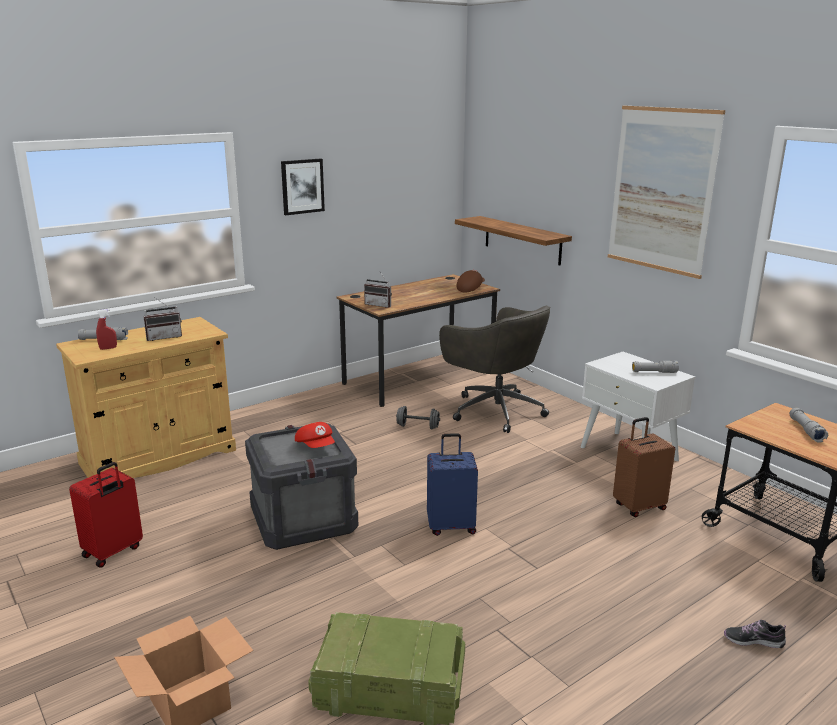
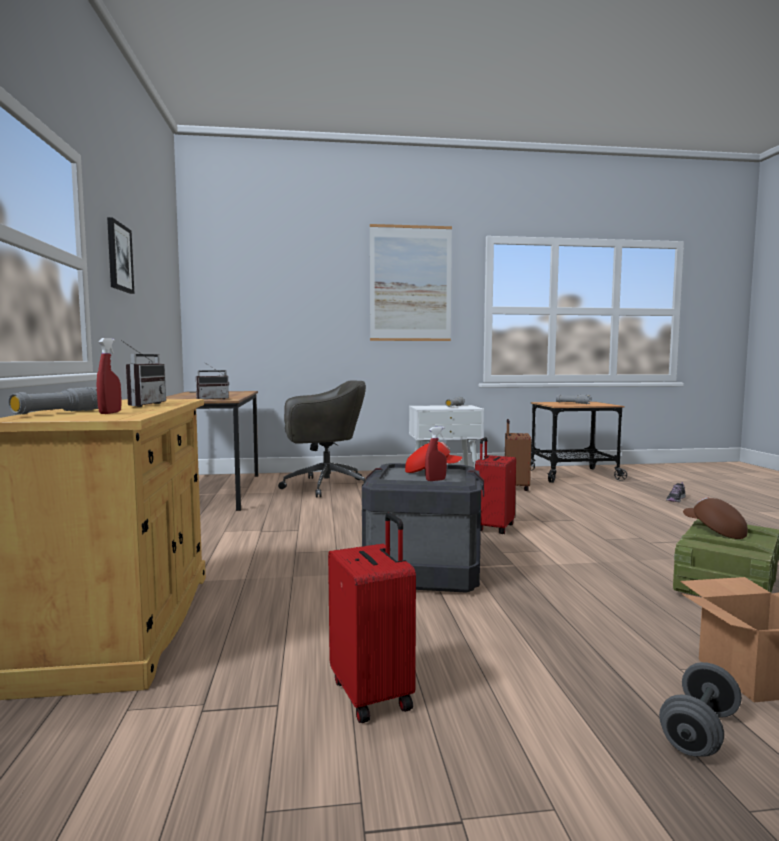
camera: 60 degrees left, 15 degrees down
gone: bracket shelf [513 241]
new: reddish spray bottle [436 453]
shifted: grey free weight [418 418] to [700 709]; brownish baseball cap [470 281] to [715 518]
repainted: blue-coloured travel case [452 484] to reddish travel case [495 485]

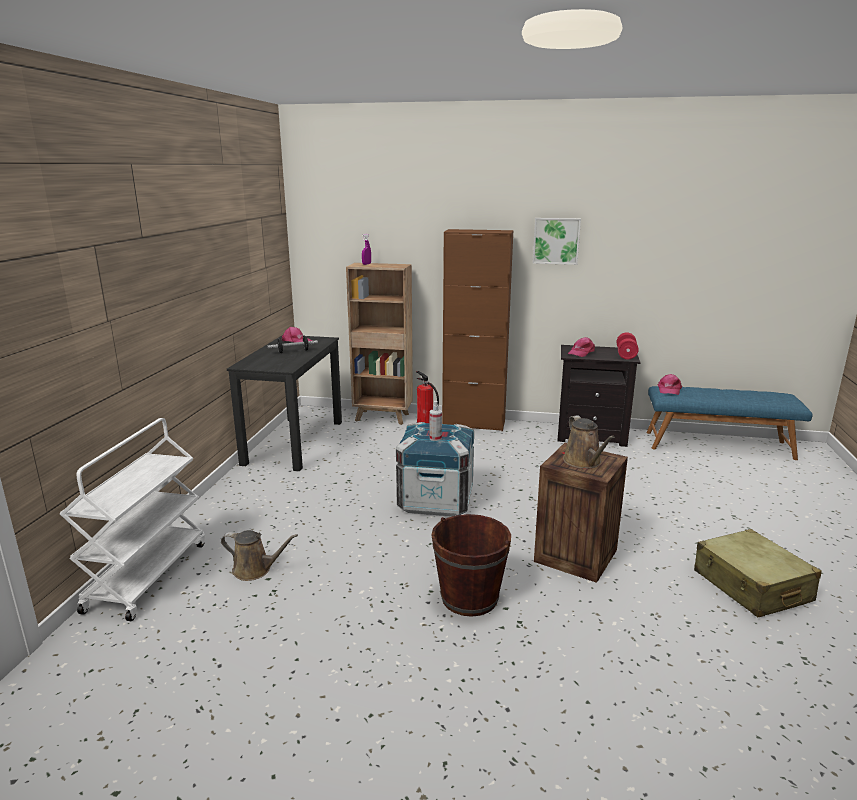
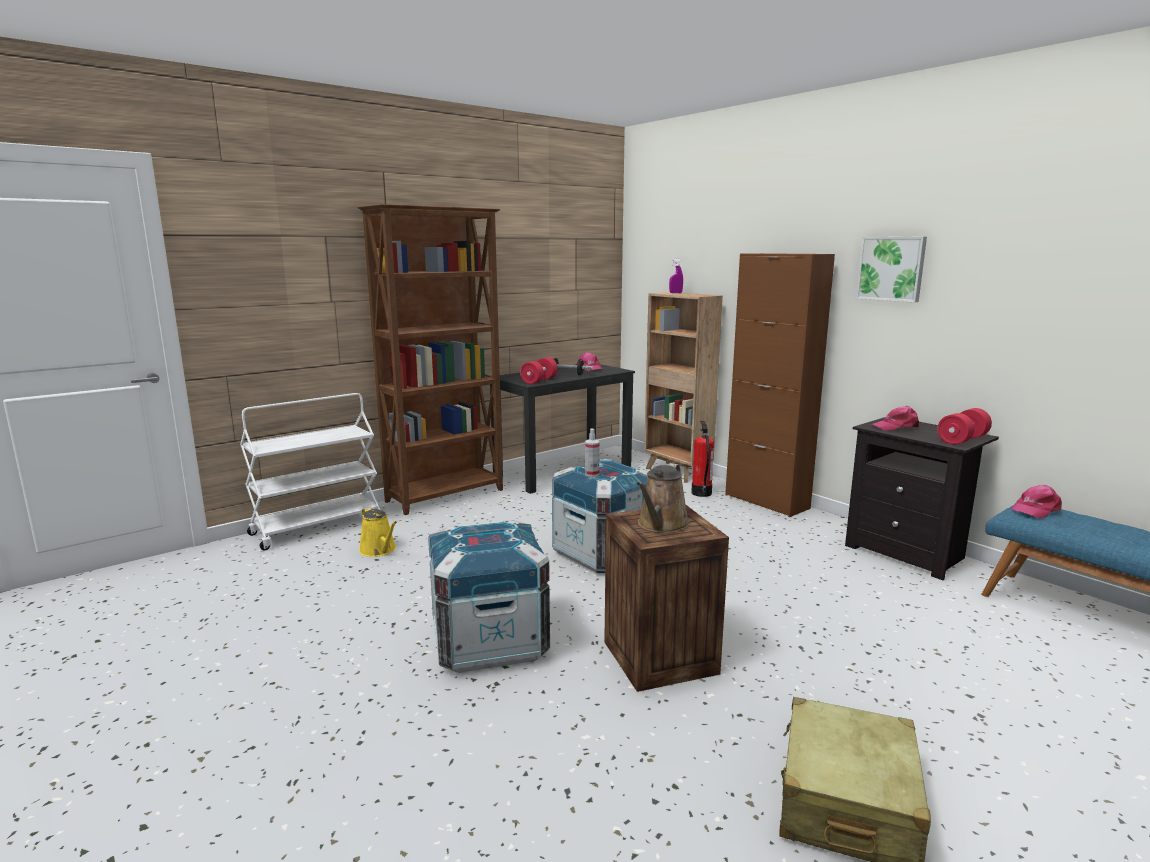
camera: 40 degrees right, 5 degrees down
new: brownish bookcase [430 359]; reddish free weight [539 370]
swapped: brownish pail [471 565] to shipping crate [489 596]
repainted: brownish watering can [259 555] to yellowish watering can [378 532]

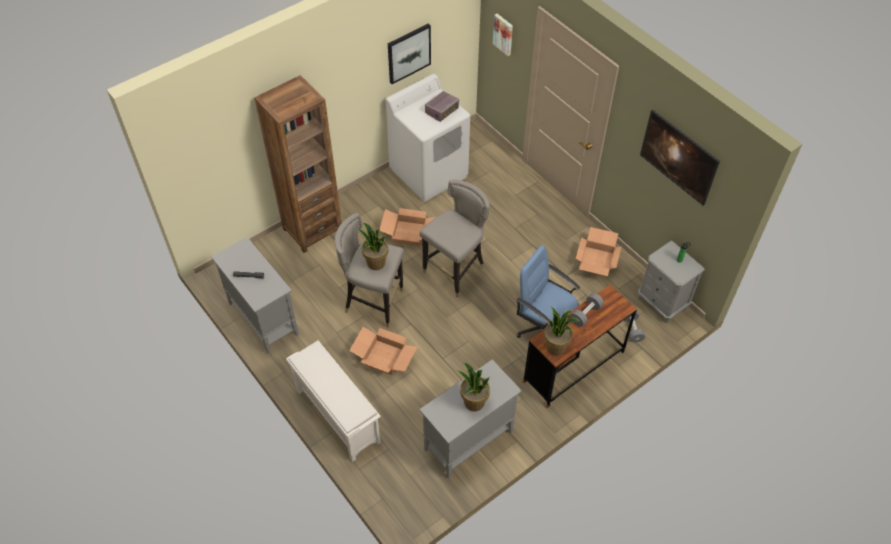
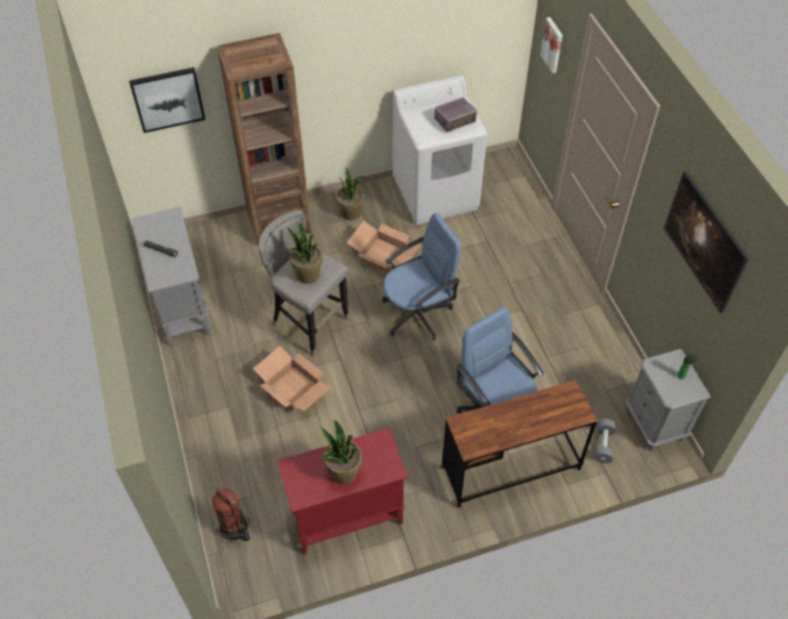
camera: 20 degrees right, 0 degrees up
gone: white-coloured shoe rack [333 401]; grey free weight [587 310]; carton [598 251]
new: fire-fighting cylinder [231 515]
shifted: wall art [409 54] to [167 100]; houseplant [562 331] to [350 193]
swapped: grey stool [454 238] to blue-coloured computer chair [421 277]
repainted: grey storage cabinet [470 419] to reddish storage cabinet [342 491]

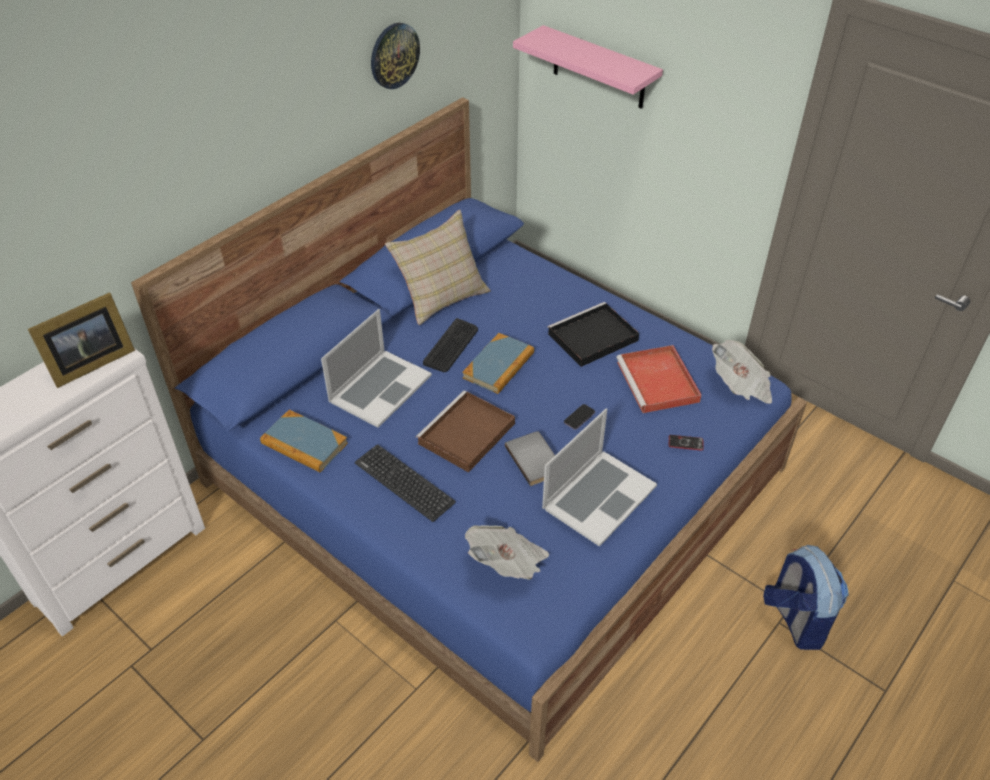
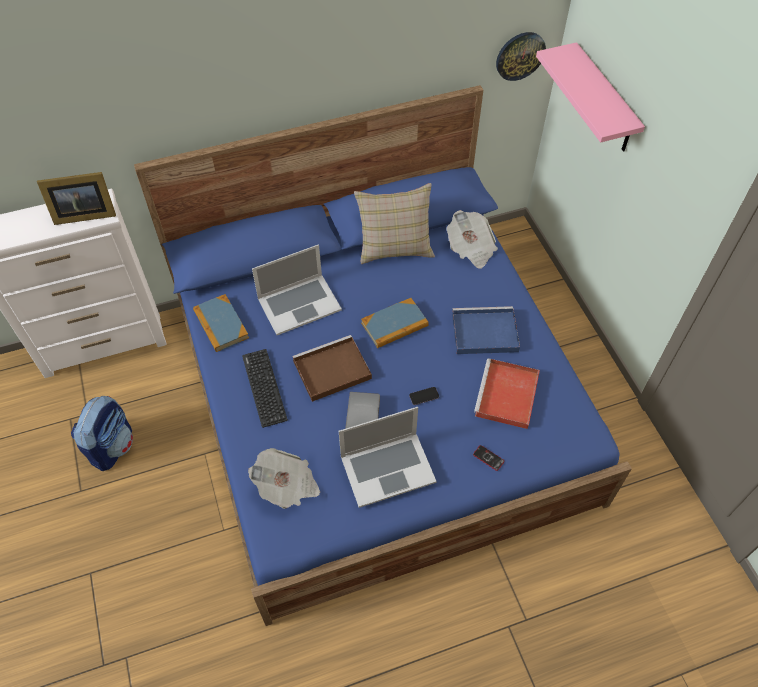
camera: 30 degrees right, 10 degrees up
gone: keyboard [450 345]
shifted: rucksack [806 597] to [102 433]; printed paper [742 372] to [472 239]; hanging clock [395 56] to [521 56]
repainted: black serving tray [593 334] to blue-coloured serving tray [486 330]

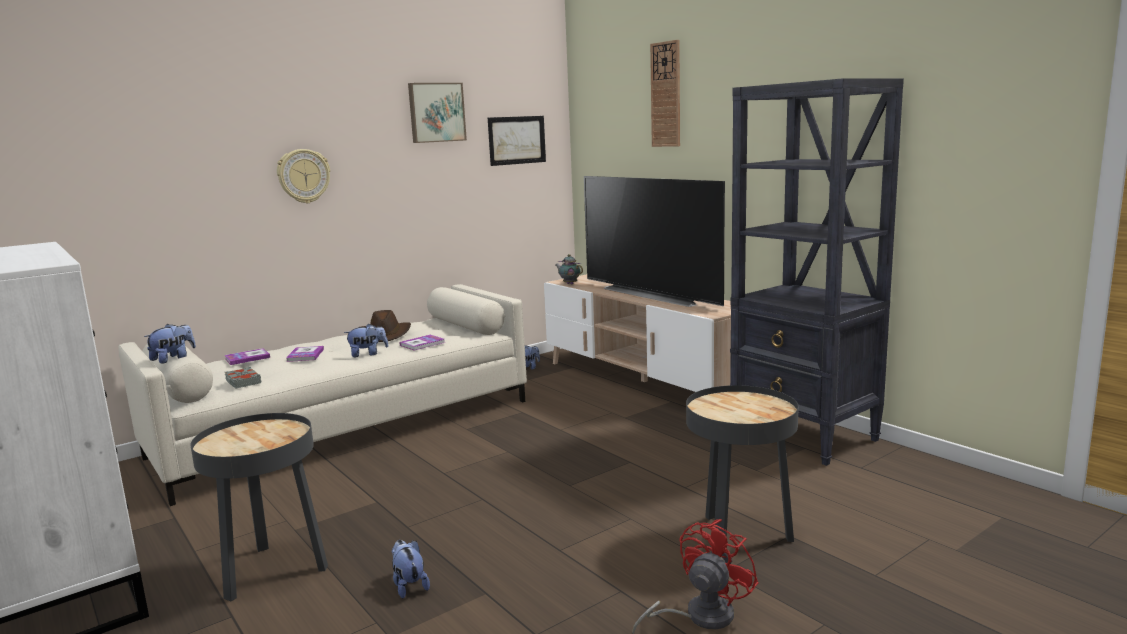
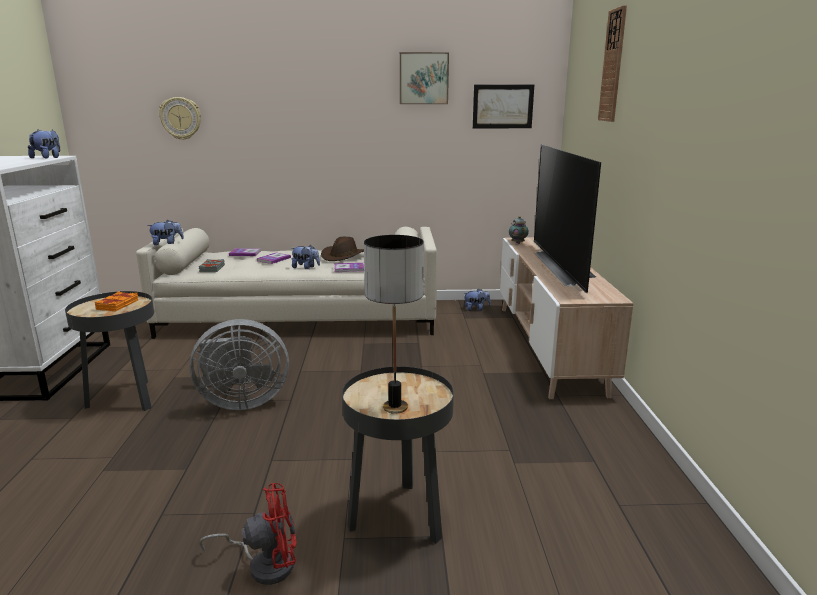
camera: 35 degrees right, 5 degrees up
gone: black bookcase [817 272]
new: orangey bound book [116 301]; grey fan [239 364]; table lamp [394 324]
shifted: soft toy [410 569] to [44 144]; hanging clock [303 176] to [180 118]

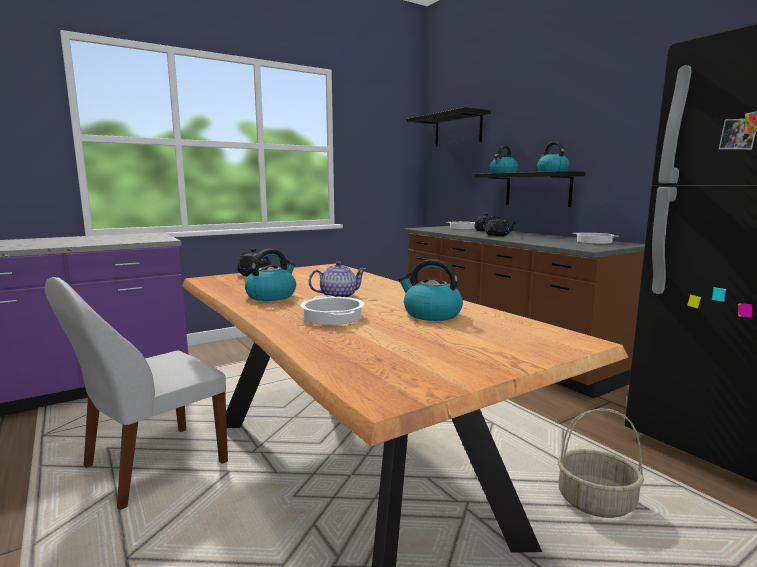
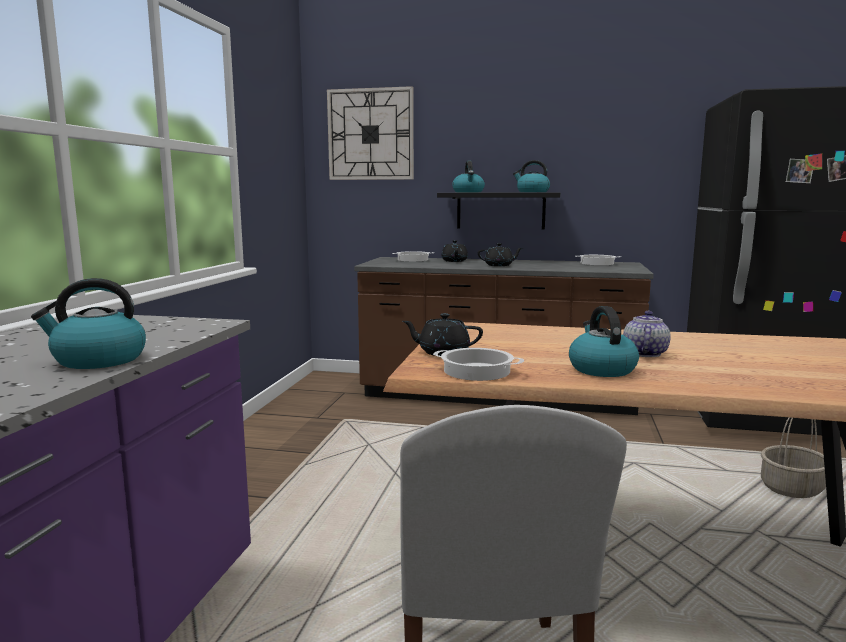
camera: 45 degrees left, 0 degrees up
shifted: water kettle [430 290] to [88 323]; cooking pot [332 310] to [478 364]
swapped: black bracket shelf [449 127] to hanging clock [370 133]

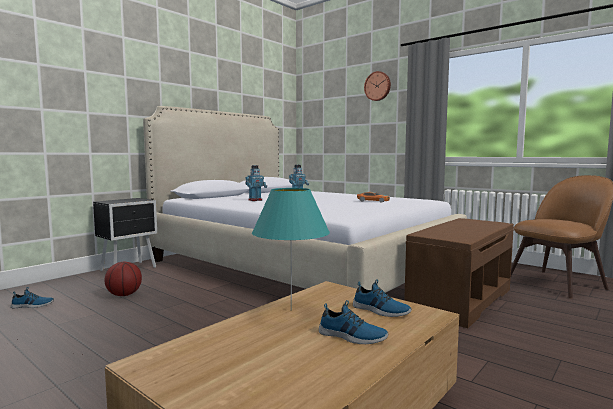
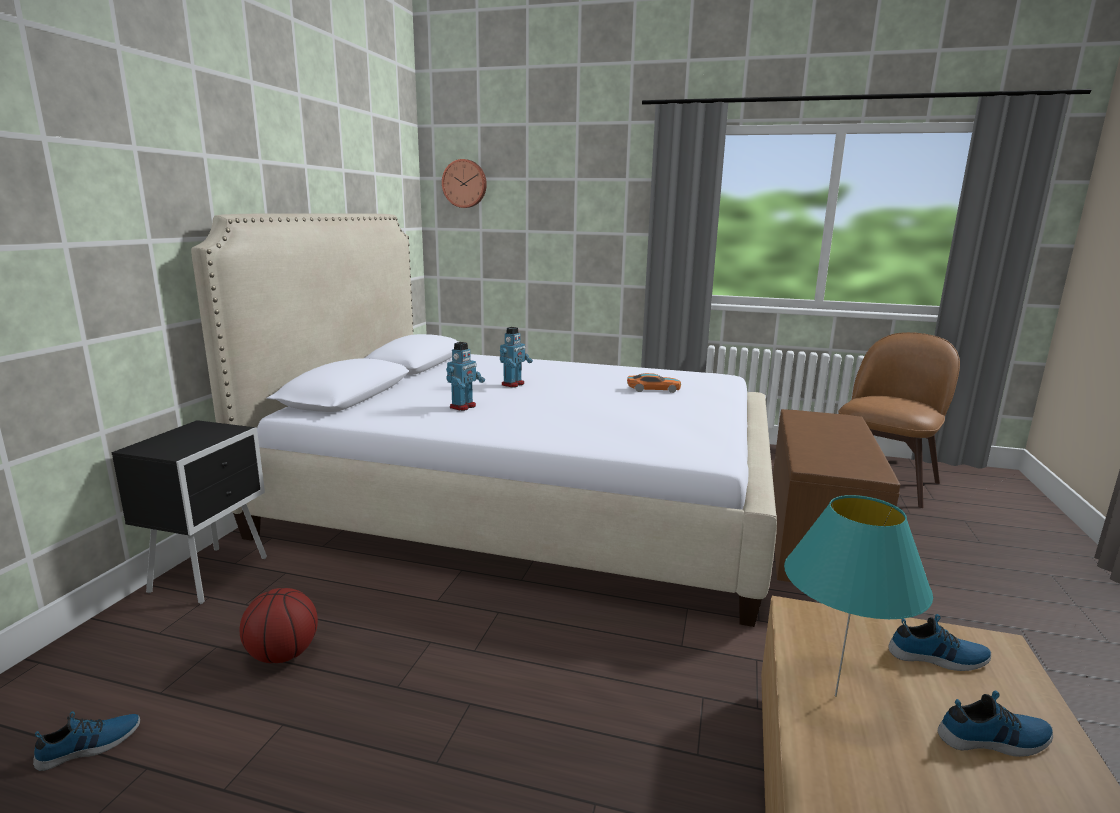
camera: 25 degrees left, 10 degrees up
shifted: hanging clock [377 86] to [464 183]

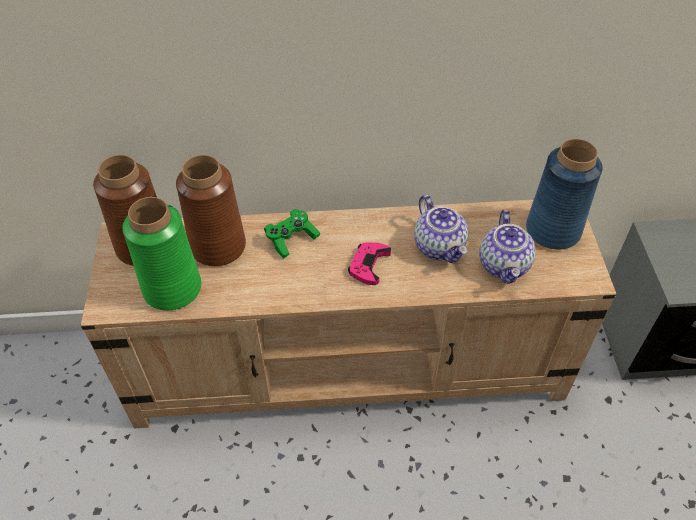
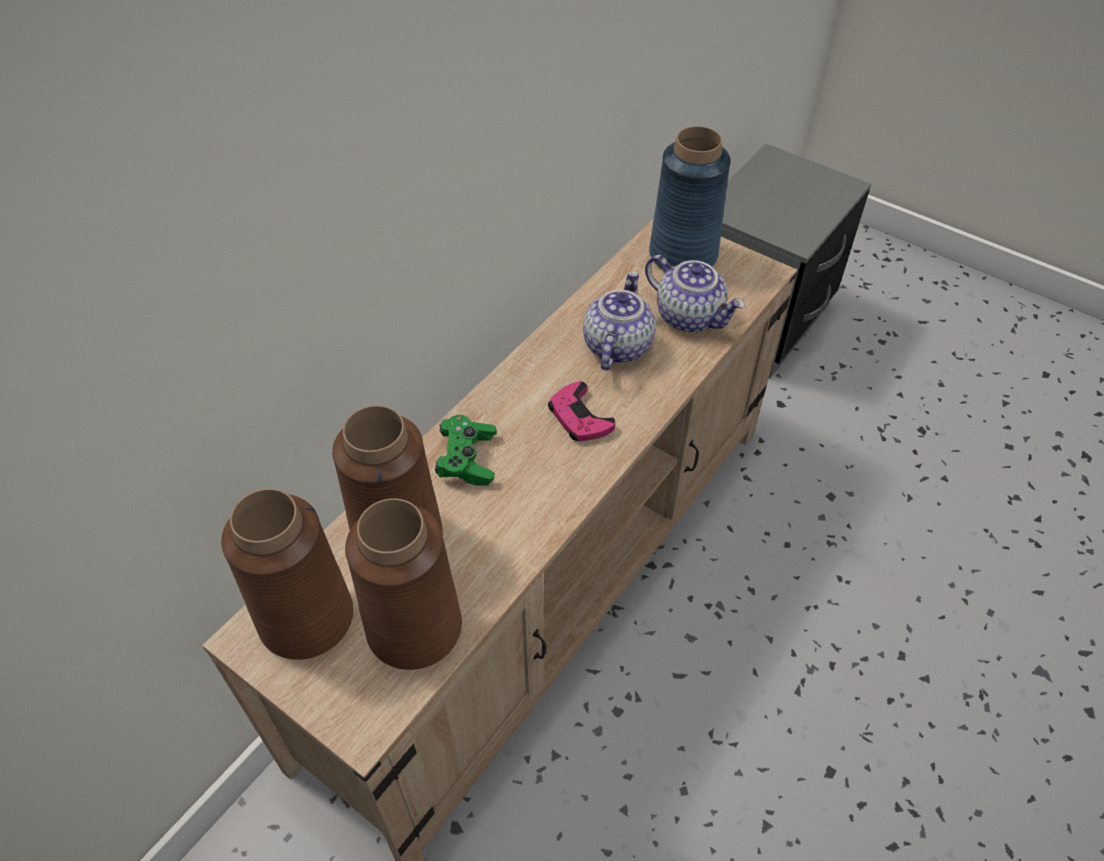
camera: 50 degrees left, 0 degrees up
repainted: green vase [161 254] to brownish vase [403 584]
rotated: teapot [441 229] = [619 320] 90 degrees counterclockwise

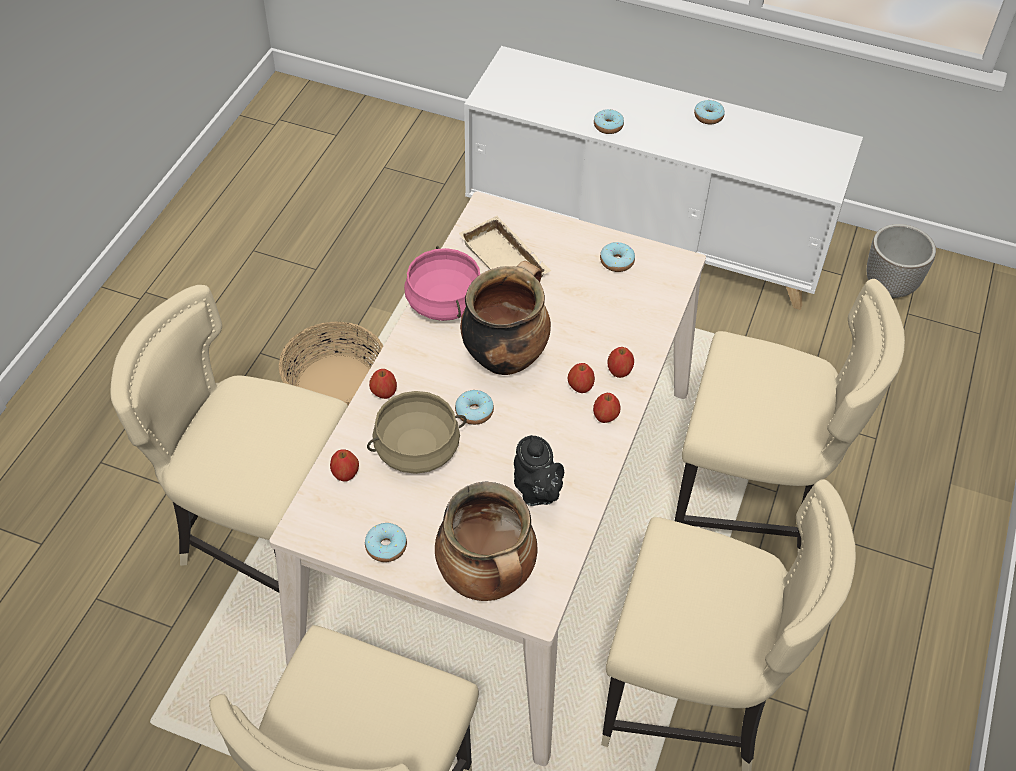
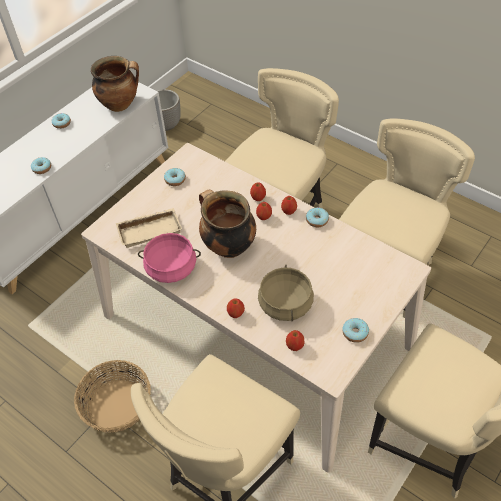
camera: 70 degrees left, 0 degrees up
gone: black teapot [539 470]
shifted: cooking pot [486 541] to [115 84]; donut [474 407] to [317 217]

